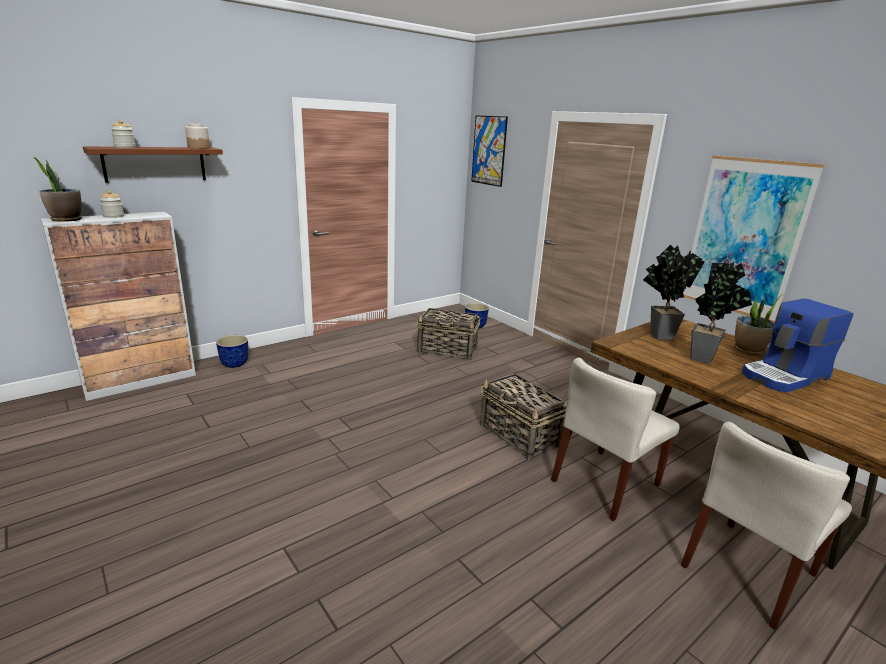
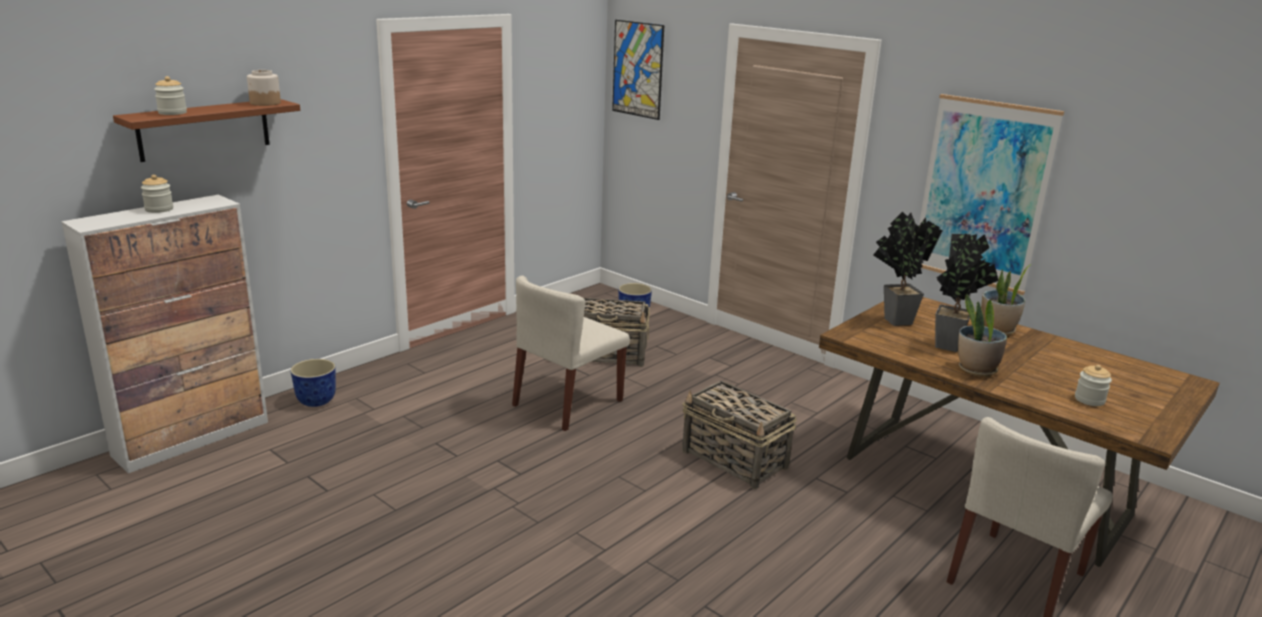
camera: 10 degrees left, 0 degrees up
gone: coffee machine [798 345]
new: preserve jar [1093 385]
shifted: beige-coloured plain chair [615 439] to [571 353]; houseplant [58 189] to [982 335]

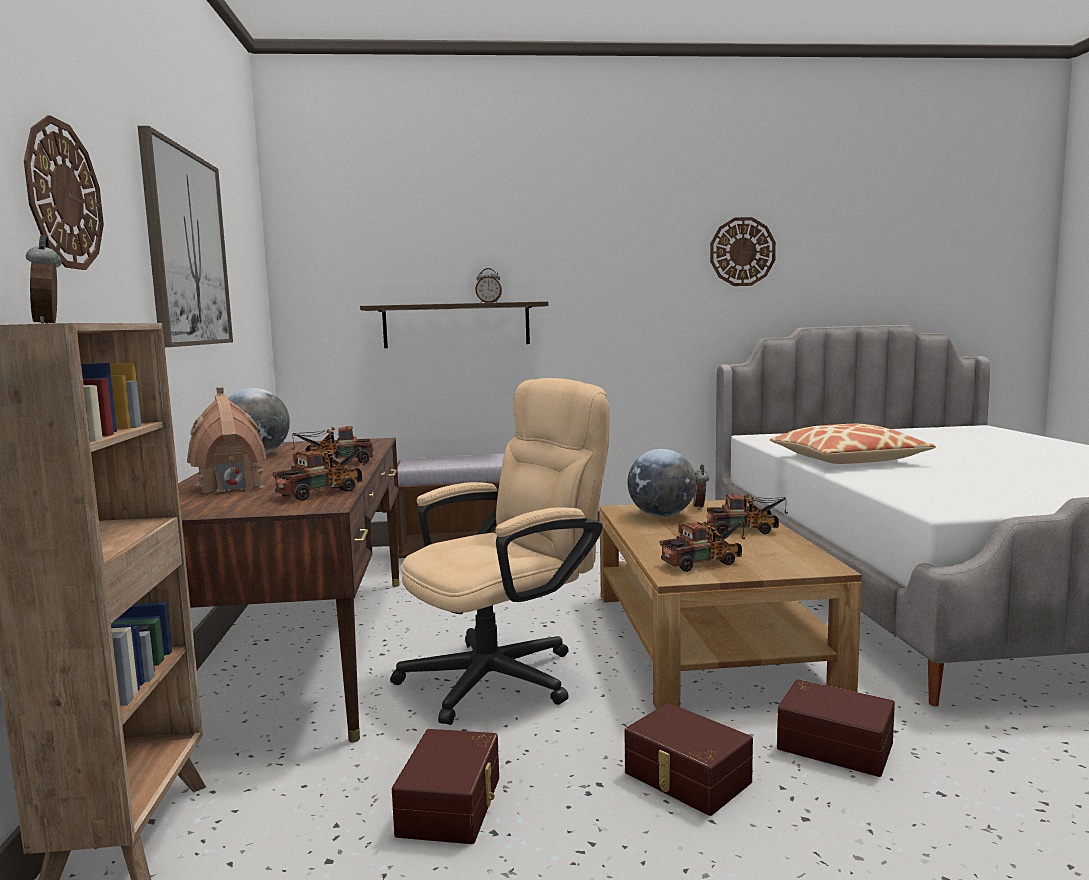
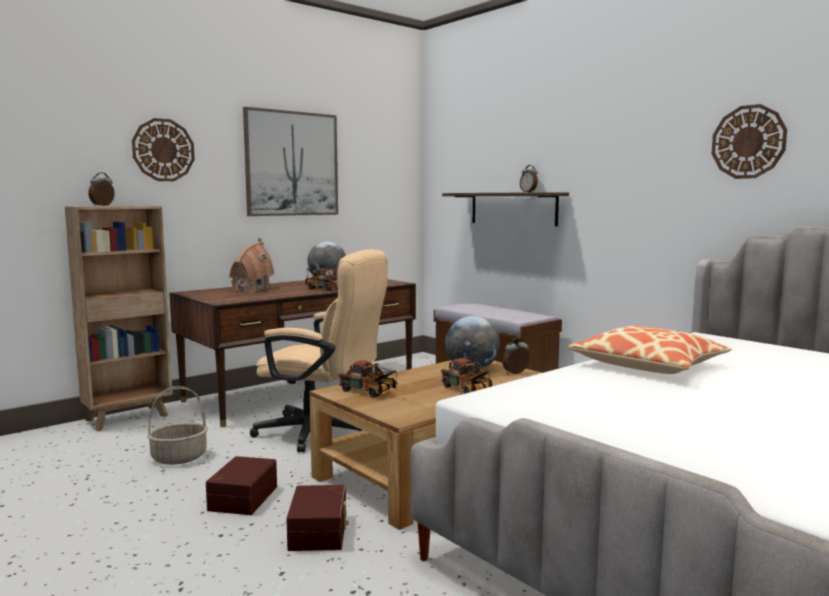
camera: 55 degrees right, 0 degrees up
gone: toy lorry [319 474]
swapped: brownish storage container [445 786] to household basket [177 425]

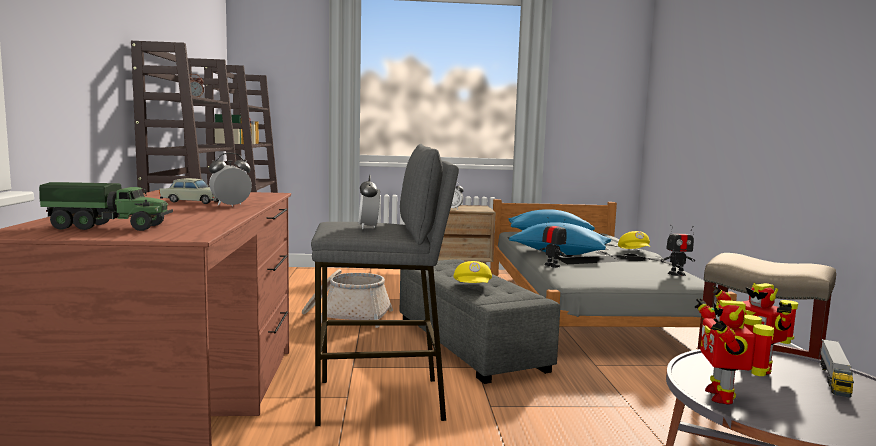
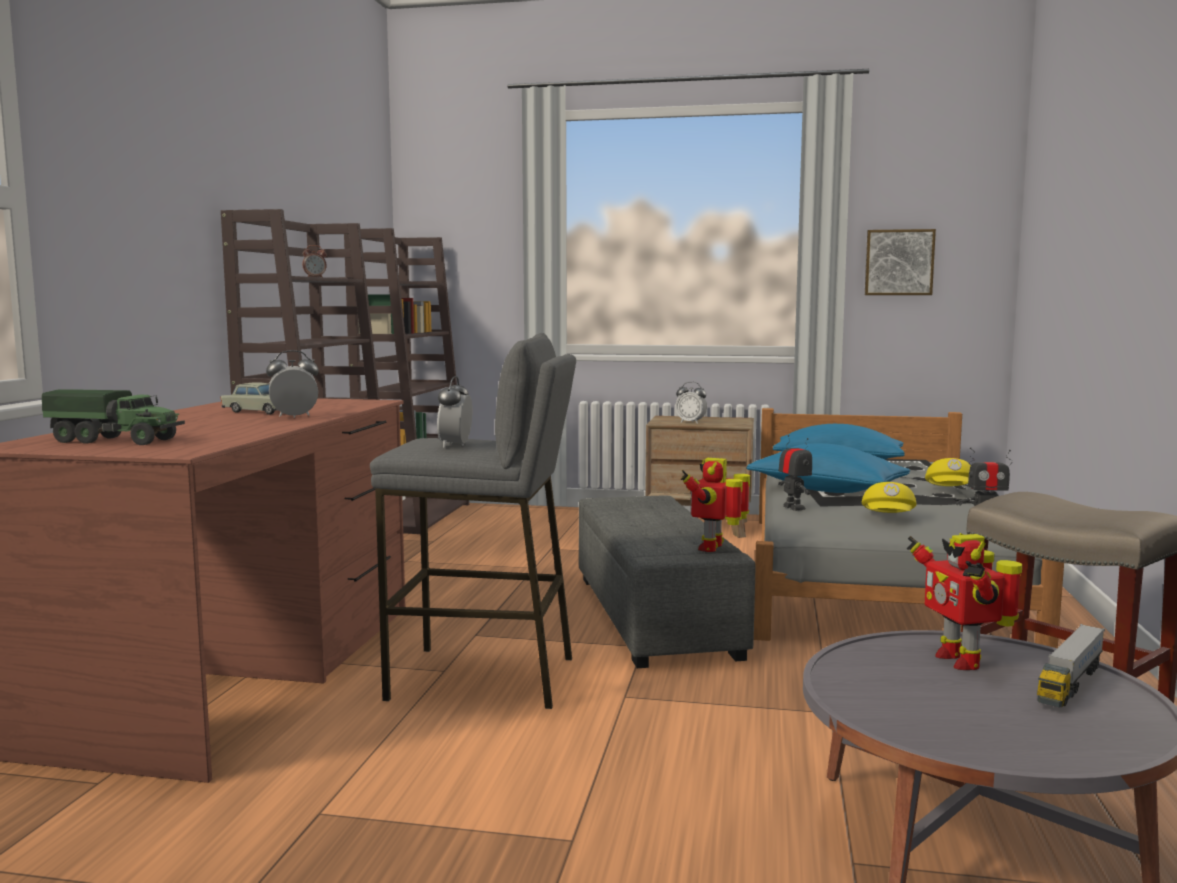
camera: 15 degrees right, 0 degrees up
gone: household basket [347 298]
new: wall art [900 262]
shifted: model robot [734 351] to [715 505]; yellowish baseball cap [472 272] to [889 497]

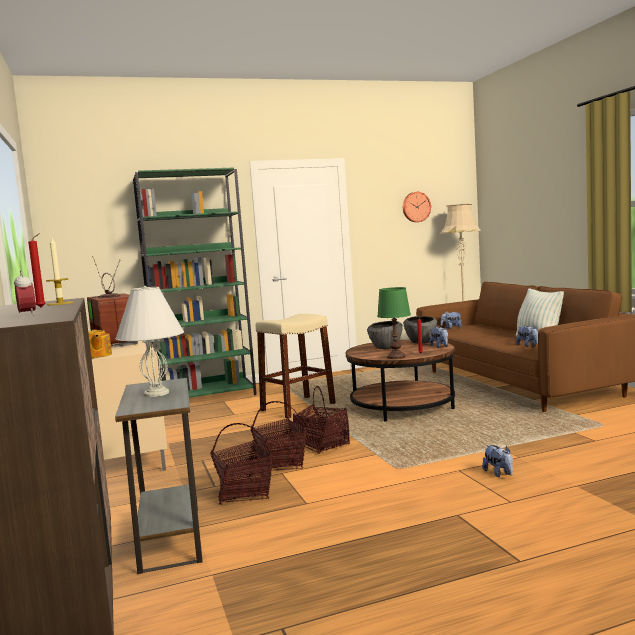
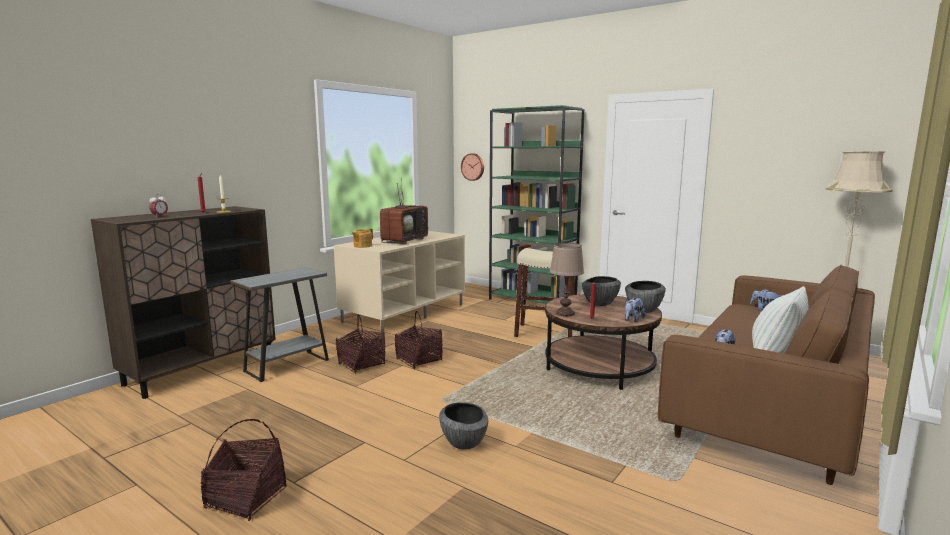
camera: 55 degrees right, 5 degrees up
gone: white-coloured table lamp [149 341]
shifted: household basket [321 420] to [244 470]; hanging clock [417 207] to [472 167]
swapped: soft toy [497 461] to deep dish [463 426]
repainted: green table lamp [394 323] to brownish table lamp [567 279]

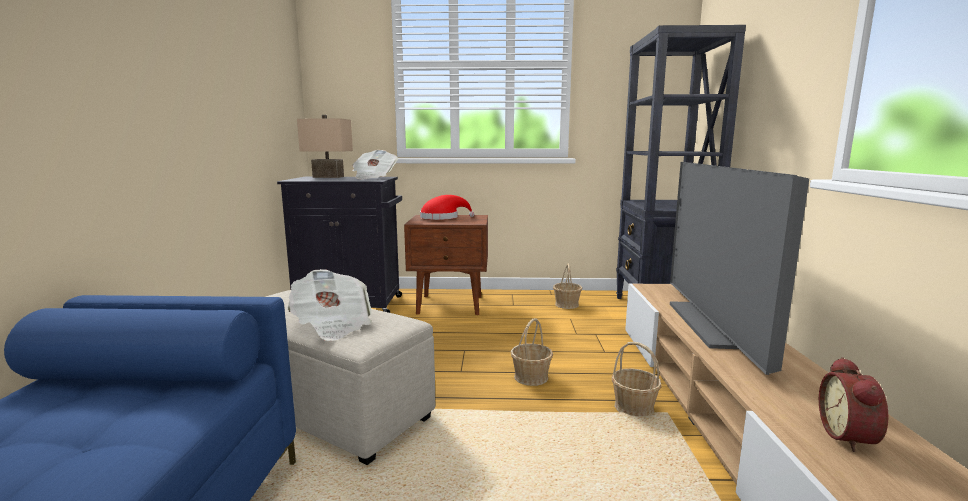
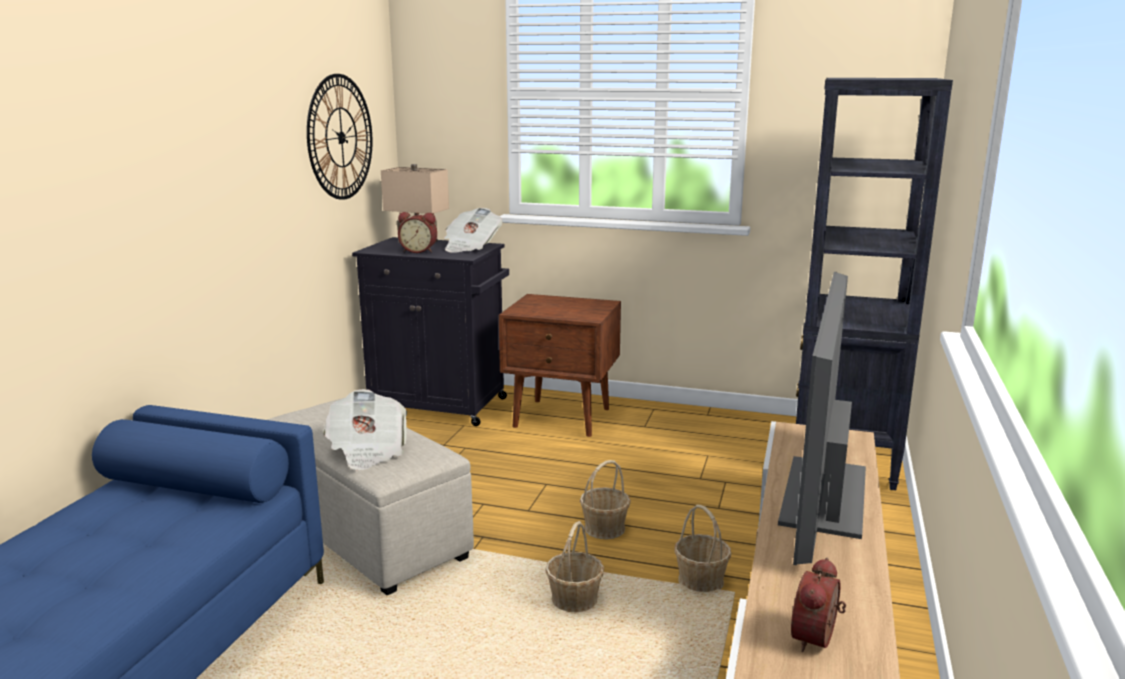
camera: 15 degrees right, 5 degrees up
gone: reddish wearable hat [447 207]
new: hanging clock [339 137]; table clock [417 232]
shifted: household basket [567 286] to [574 567]

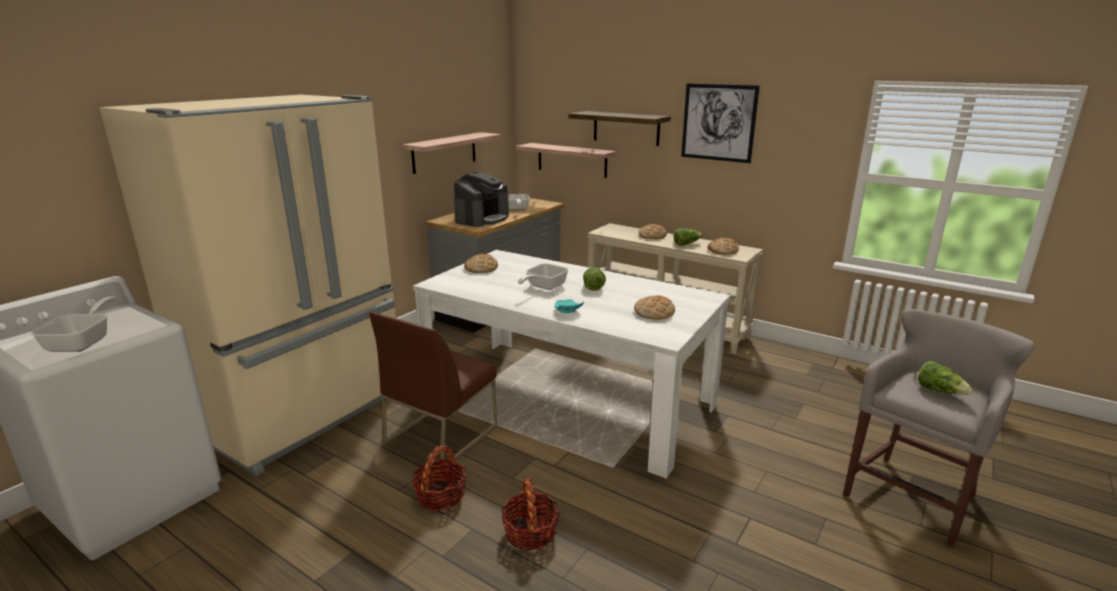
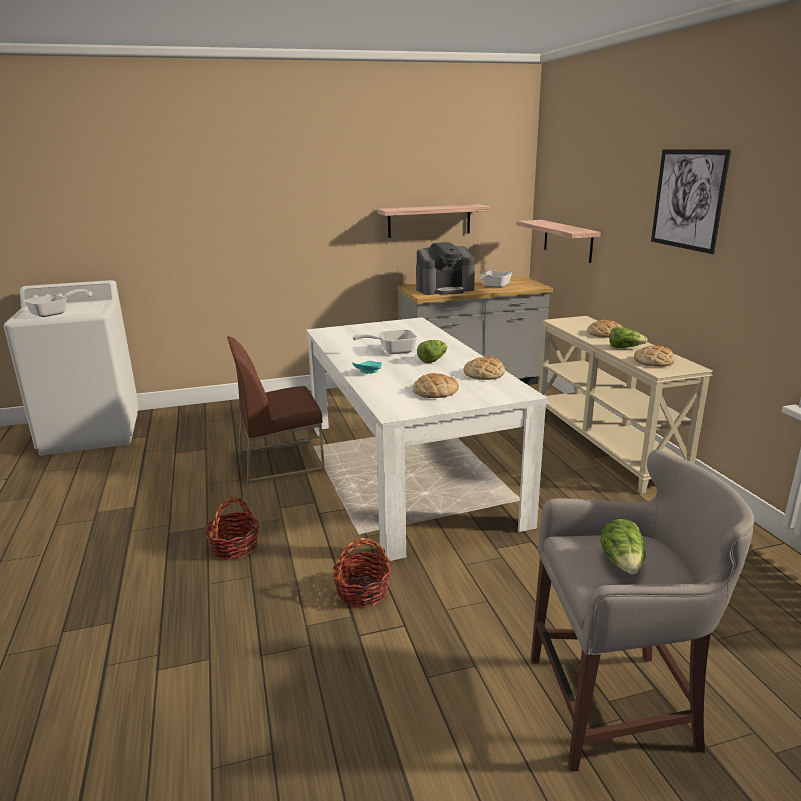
camera: 40 degrees right, 0 degrees up
gone: beige-coloured refrigerator [247 285]; bracket shelf [619 128]
shifted: household basket [439 478] to [361 573]; bread [481 263] to [484 368]

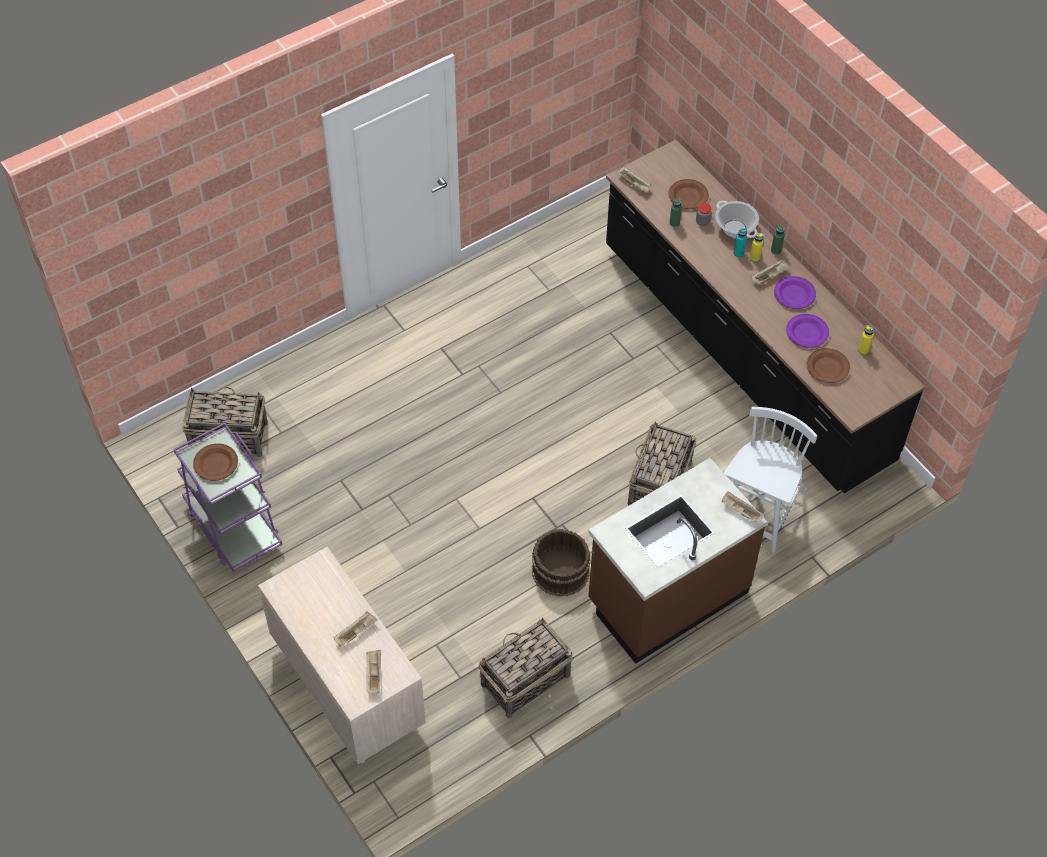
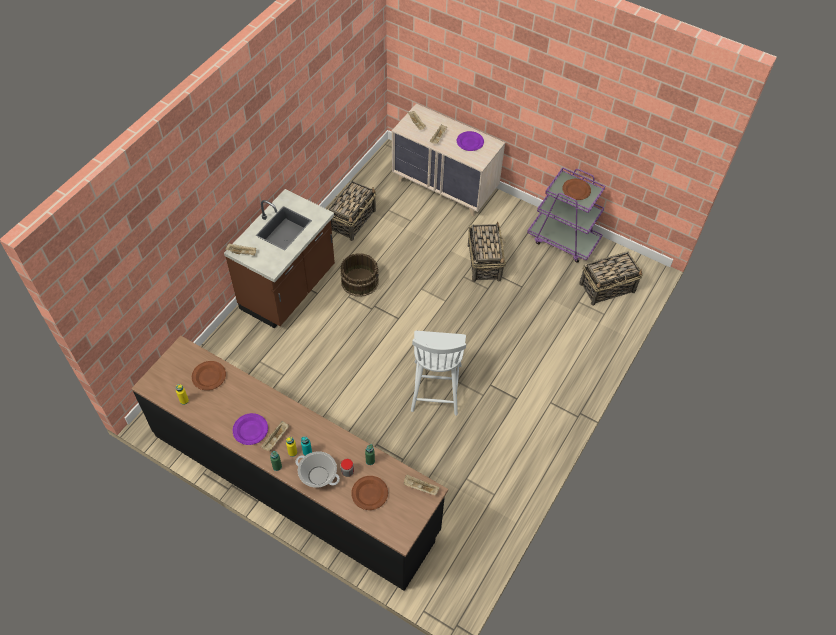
camera: 155 degrees right, 0 degrees up
shifted: white-coloured plain chair [770 480] to [438 373]; purple dinner plate [807 331] to [470 141]; household basket [662 464] to [487 252]

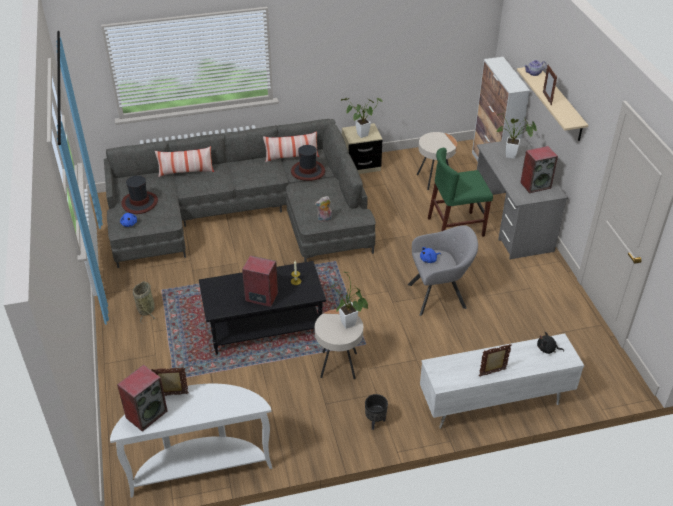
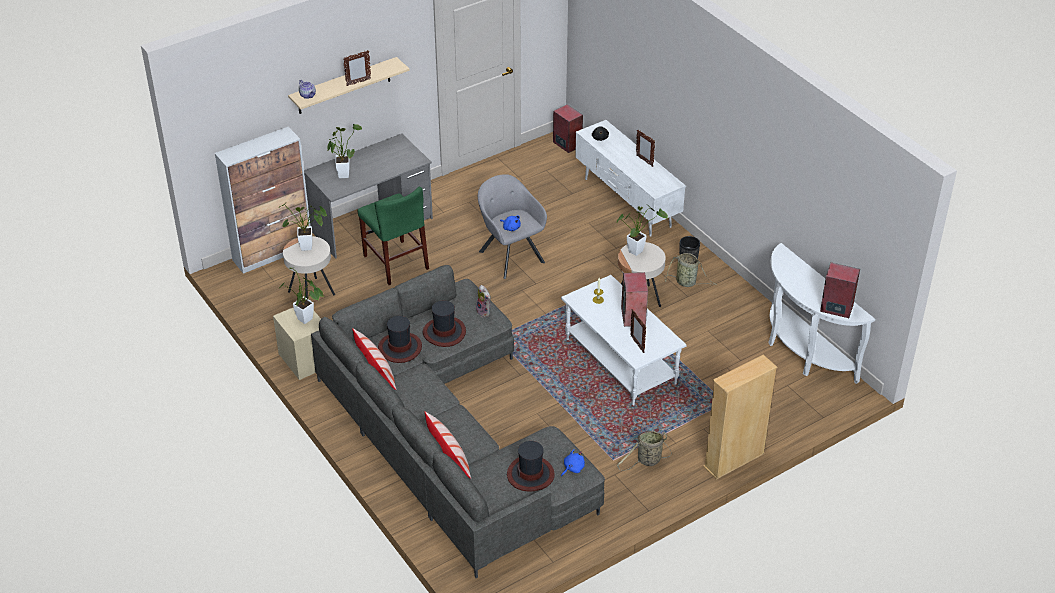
camera: 110 degrees left, 0 degrees up
new: houseplant [303 226]; wearable hat [444 323]; household basket [691 270]; beige-coloured bookcase [740 417]
shifted: audio speaker [539 169] to [568 128]; picture frame [170 381] to [638 331]
repainted: black coffee table [262 307] to white-coloured coffee table [624 340]

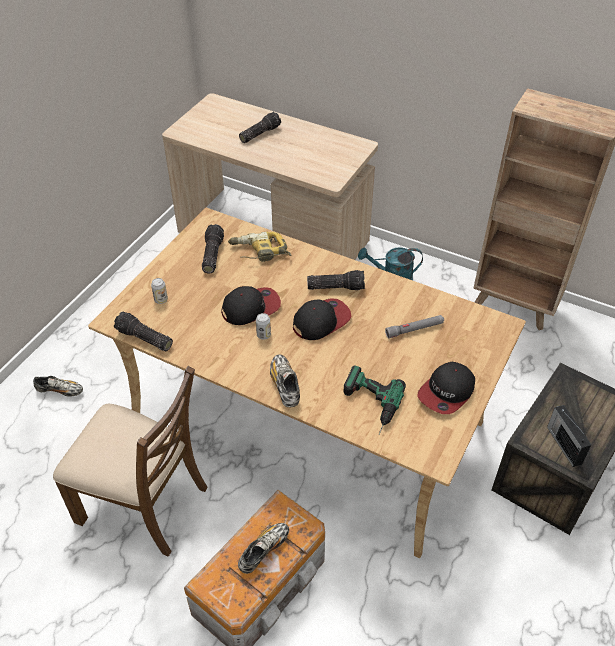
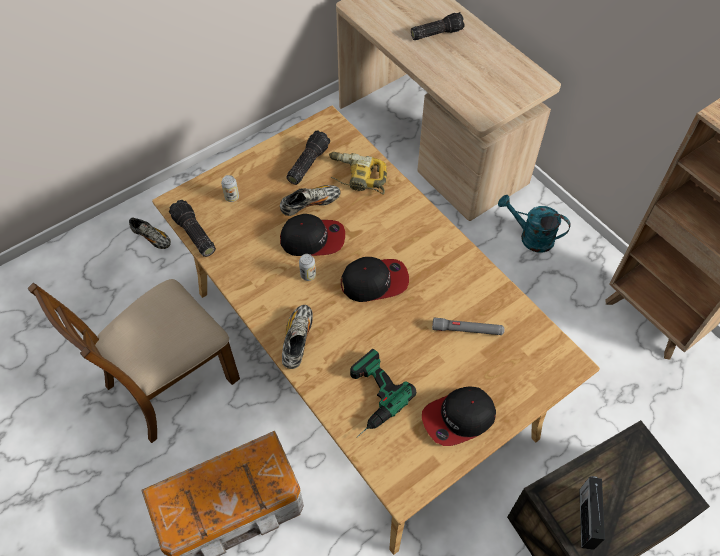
camera: 25 degrees right, 10 degrees up
gone: torch [336 280]
shifted: shoe [263 548] to [310 200]
rotated: brownish plain chair [130 461] = [134 361] 90 degrees clockwise

